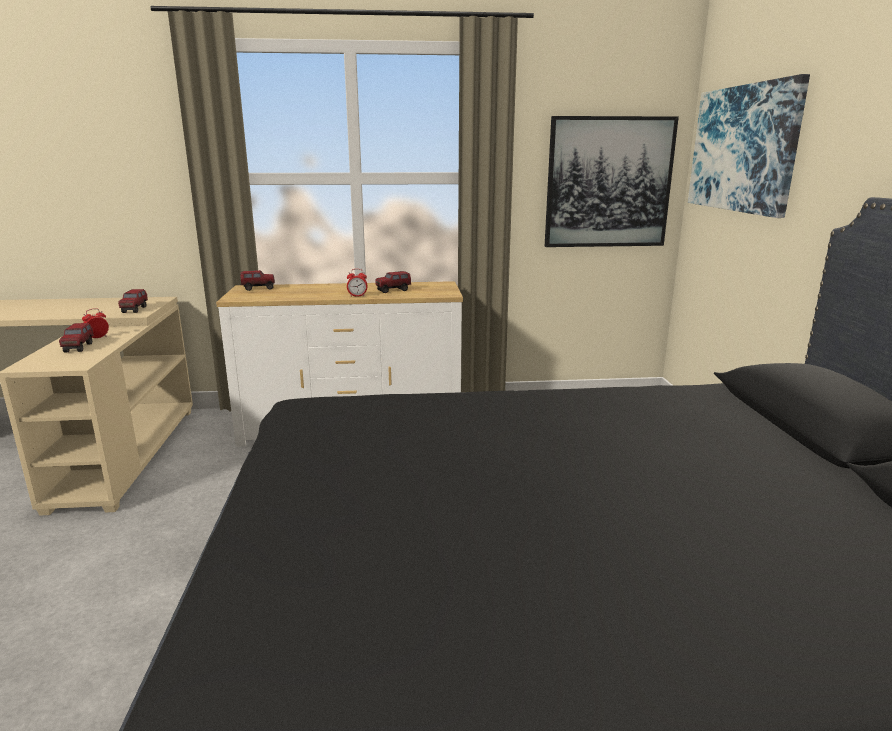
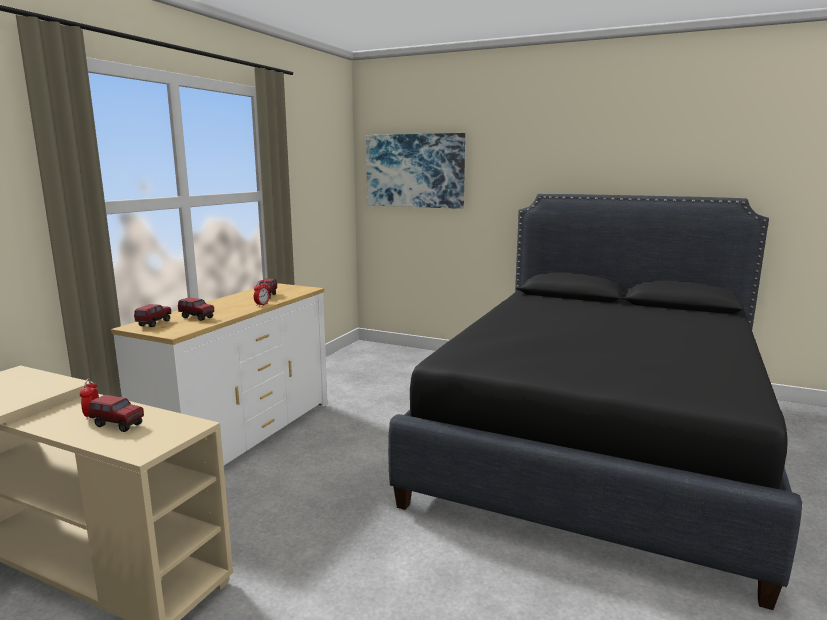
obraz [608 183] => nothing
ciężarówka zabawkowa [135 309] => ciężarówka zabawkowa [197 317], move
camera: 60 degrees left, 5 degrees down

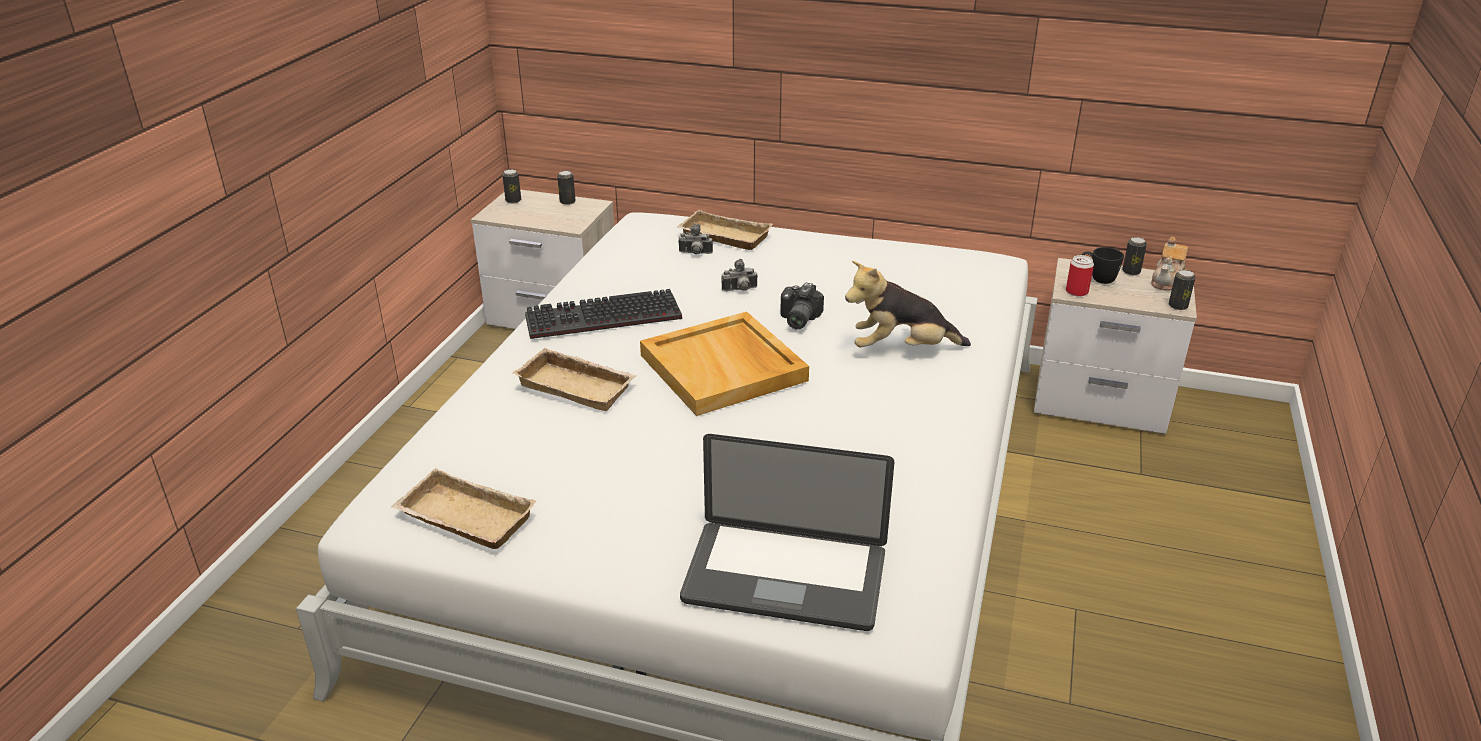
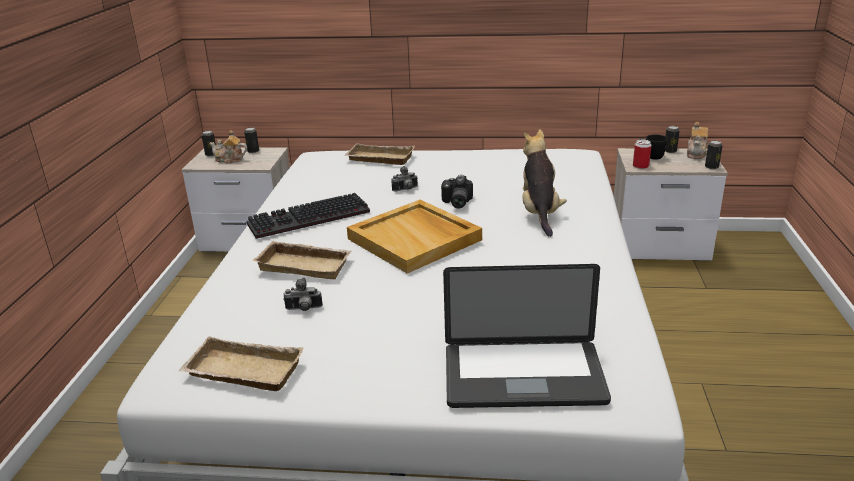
nothing => imbryk [229 160]
aparat fotograficzny [695 254] => aparat fotograficzny [303 309], move
pluszak [901 349] => pluszak [539 212], 105 degrees clockwise
camera: 10 degrees left, 5 degrees down

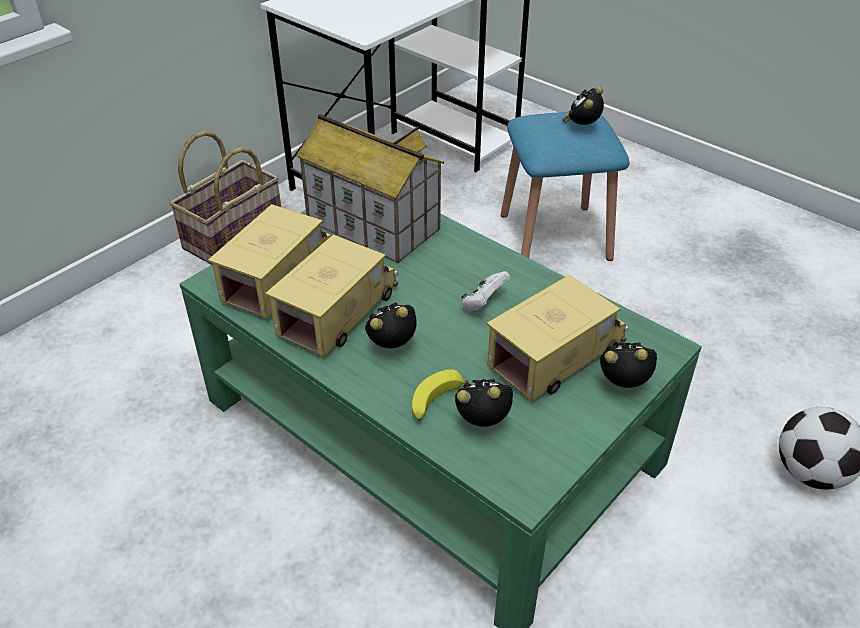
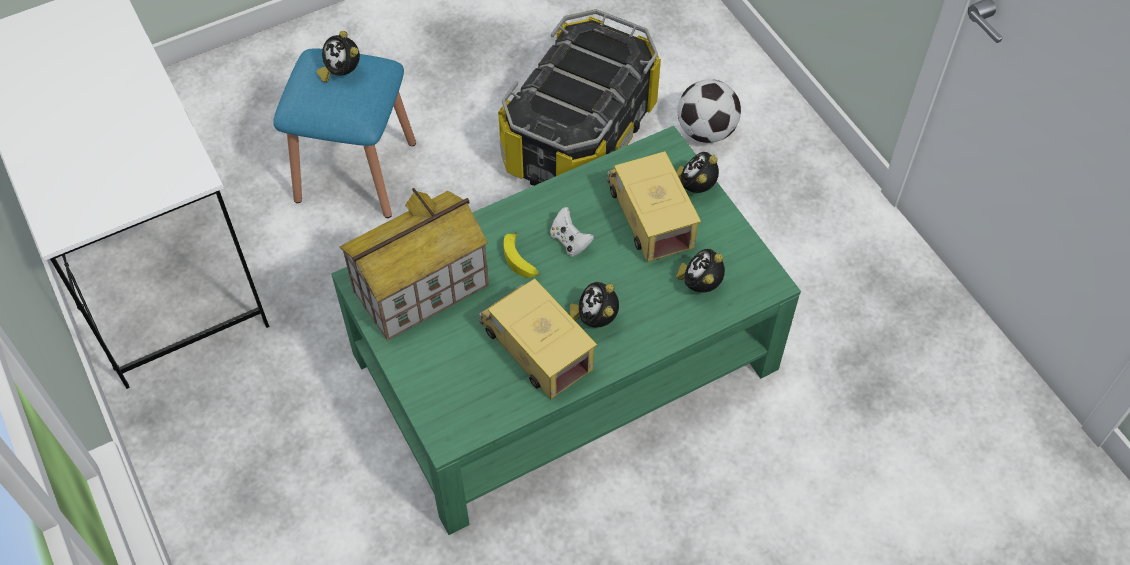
koszyk [233 235] => nothing
ciężarówka zabawkowa [279 279] => nothing
nothing => pojemnik do przechowywania [581 136]
banan [435 402] => banan [521 260], move
camera: 70 degrees left, 15 degrees up

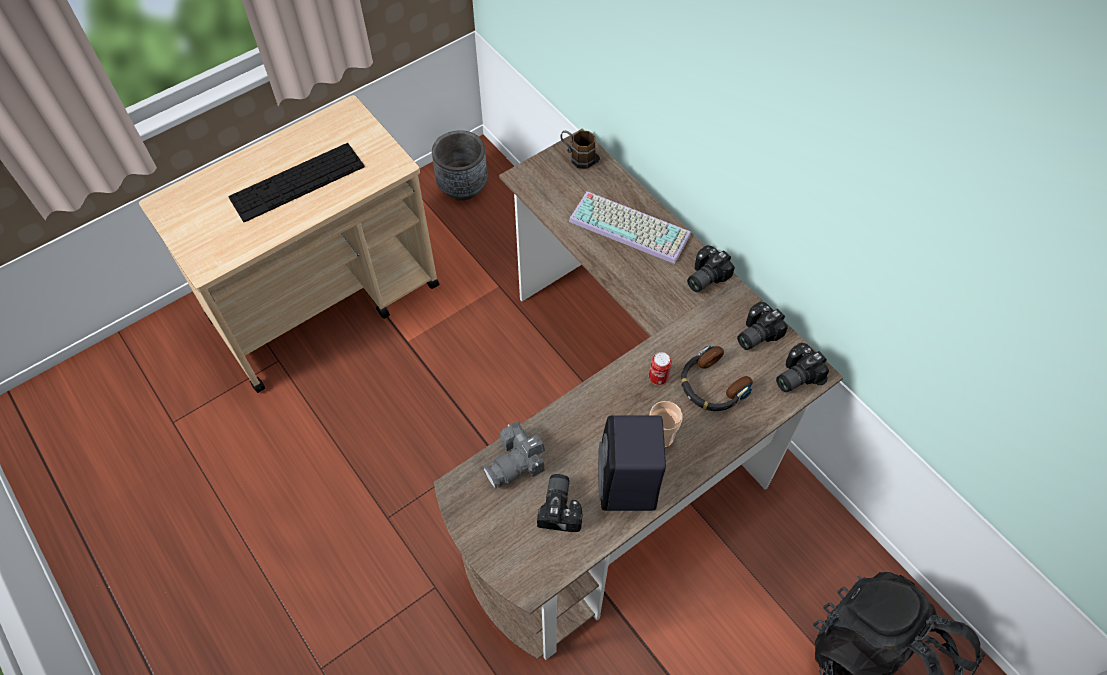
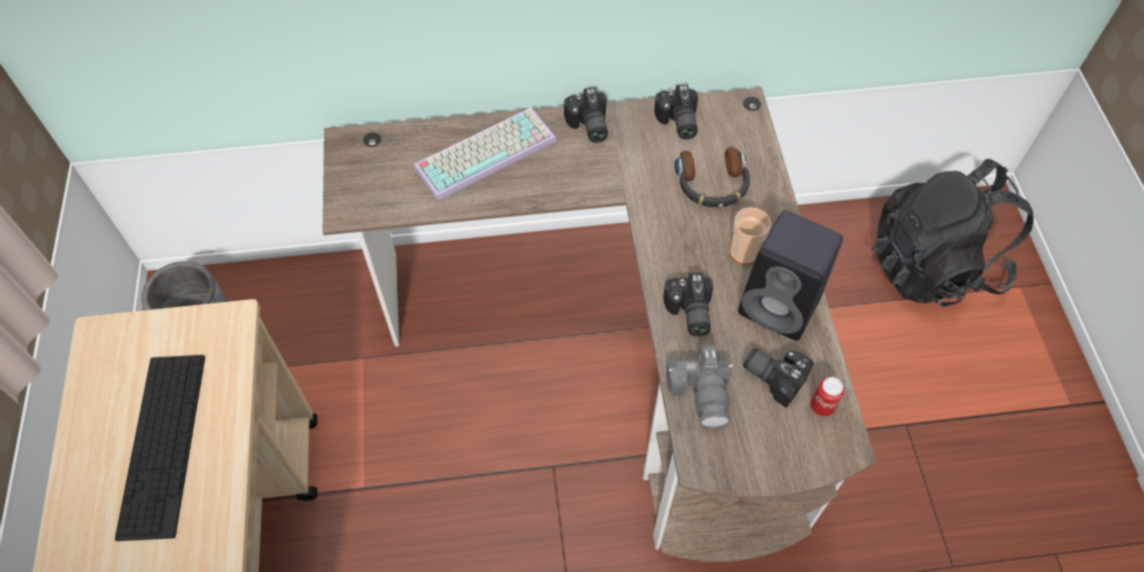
kubek [brązowy] [577 157] => nothing
puszka [658 377] => puszka [822 406], move
aparat fotograficzny [794 375] => aparat fotograficzny [688 313], move
camera: 60 degrees left, 0 degrees up

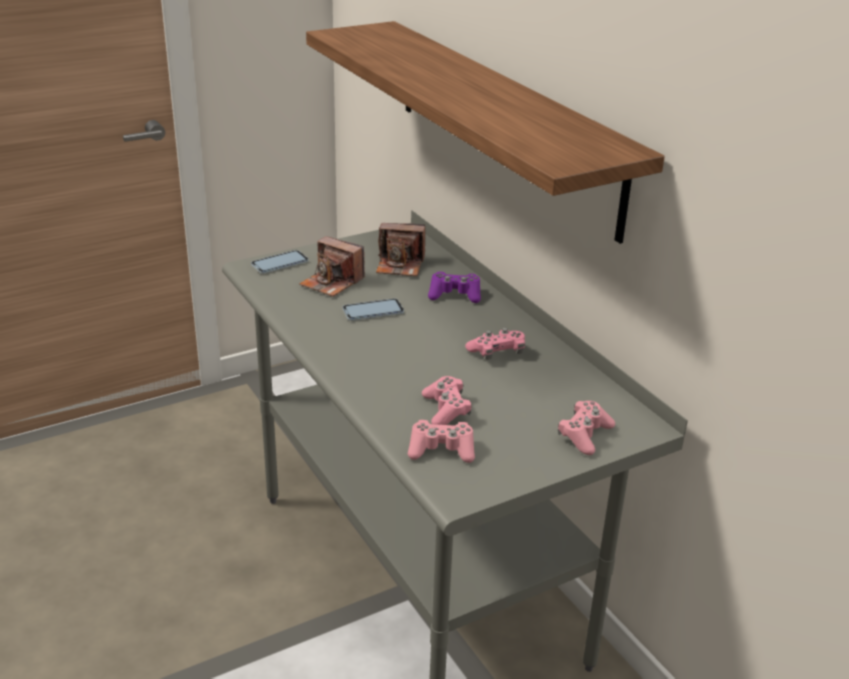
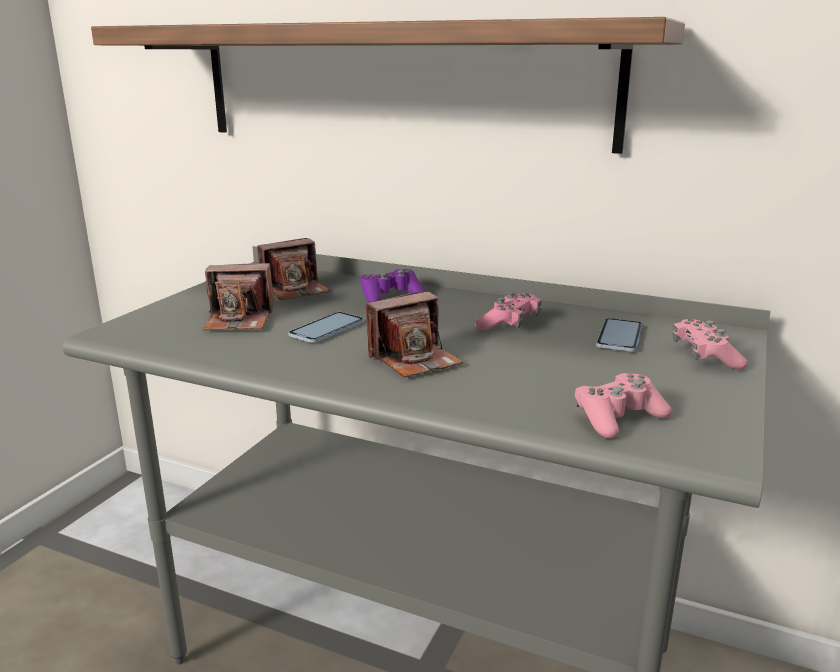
pad do gier [różowy] [446 410] => nothing
nothing => aparat fotograficzny [414 359]
telefon [280 263] => telefon [619 336], move
camera: 35 degrees left, 10 degrees down

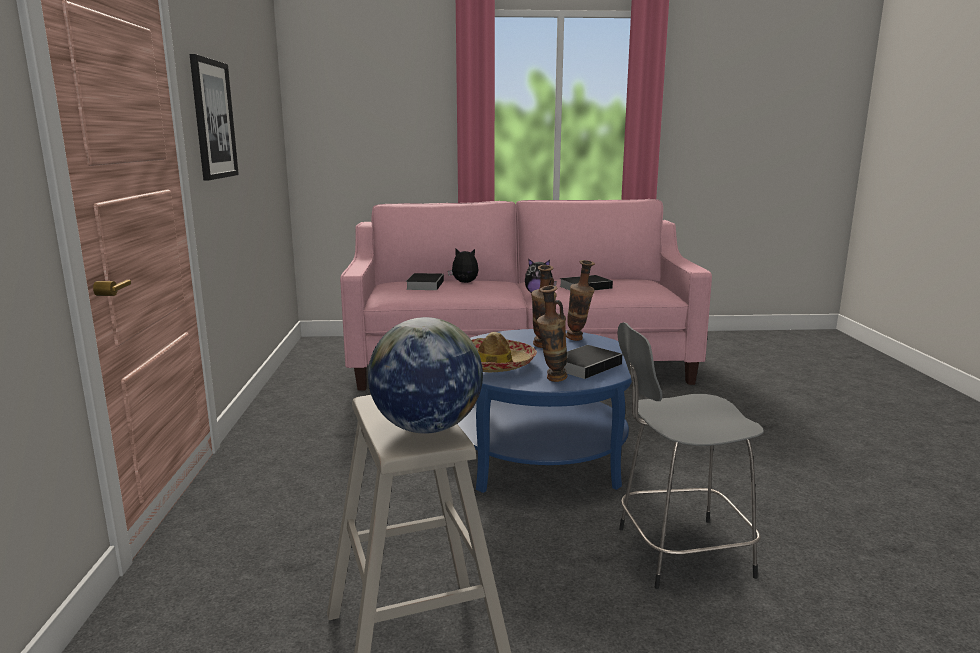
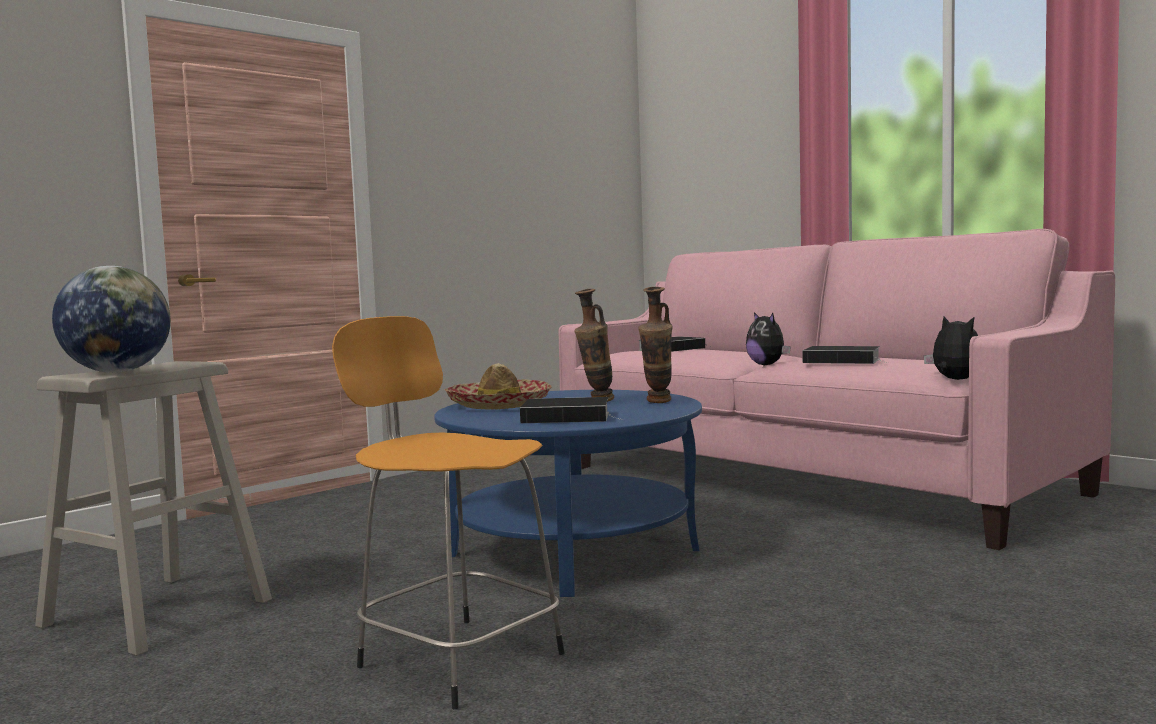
obraz [213 119] => nothing
wazon [551 380] => nothing
pluszak [464 283] => pluszak [954 380], move
stołek [szary] [678 552] => stołek [pomarańczowy] [456 658]
camera: 50 degrees right, 10 degrees down

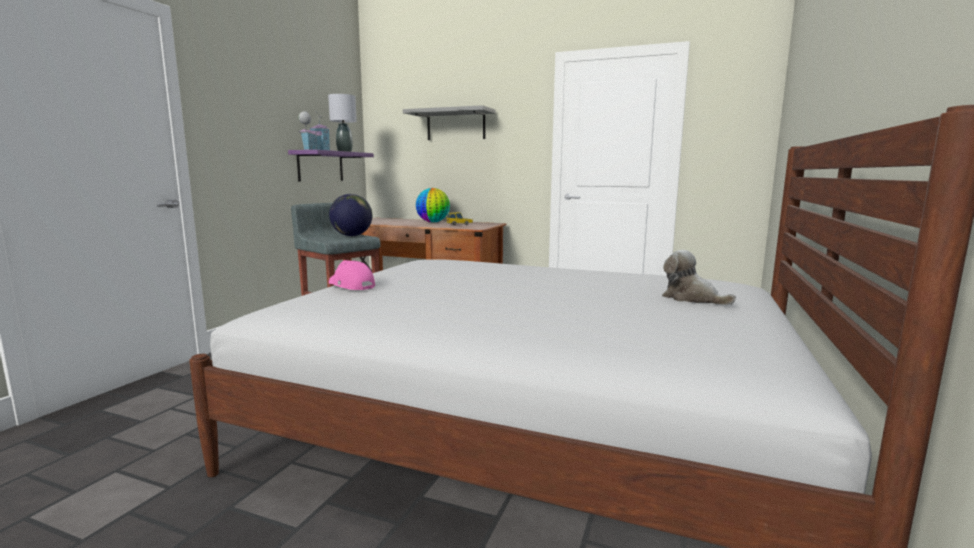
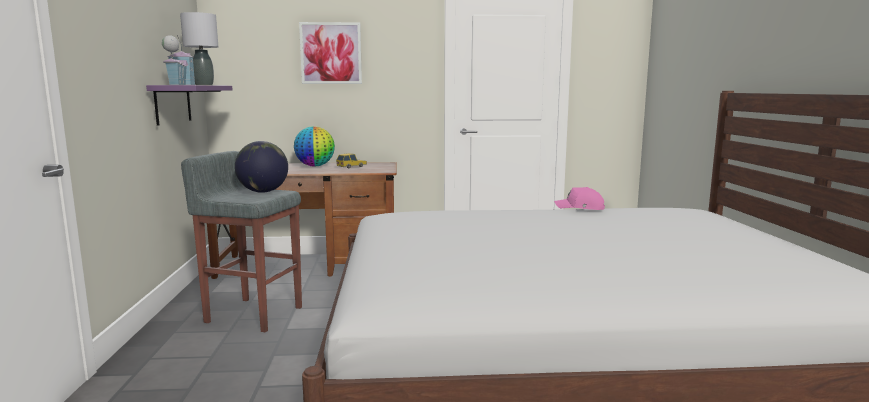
pluszak [691 298] => nothing
czapka z daszkiem [różowy] [351 285] => czapka z daszkiem [różowy] [580 207], move
półka [szary] [456 125] => obraz [331 53]
camera: 25 degrees left, 0 degrees up

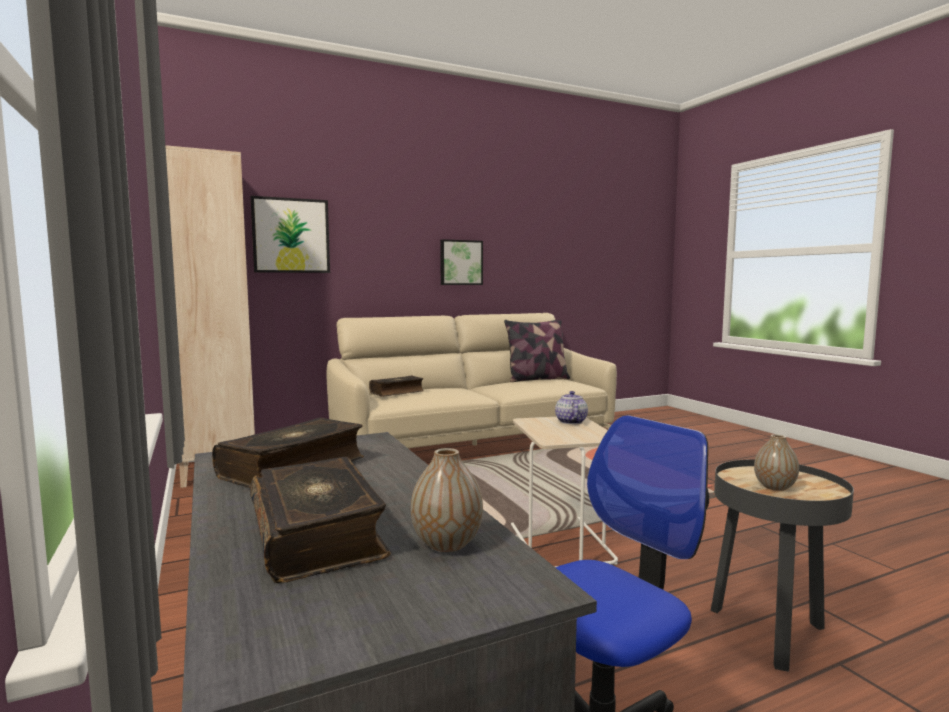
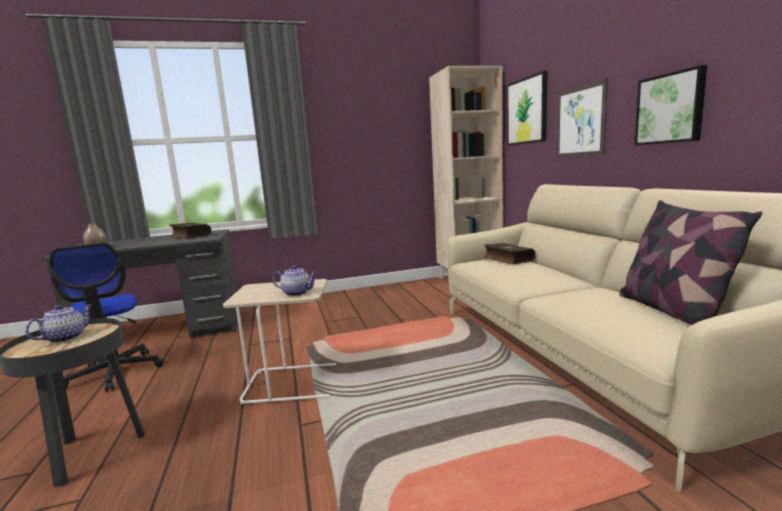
książka [318 534] => nothing
nothing => obraz [580 121]
wazon [774 487] => imbryk [66 337]
camera: 100 degrees right, 5 degrees up

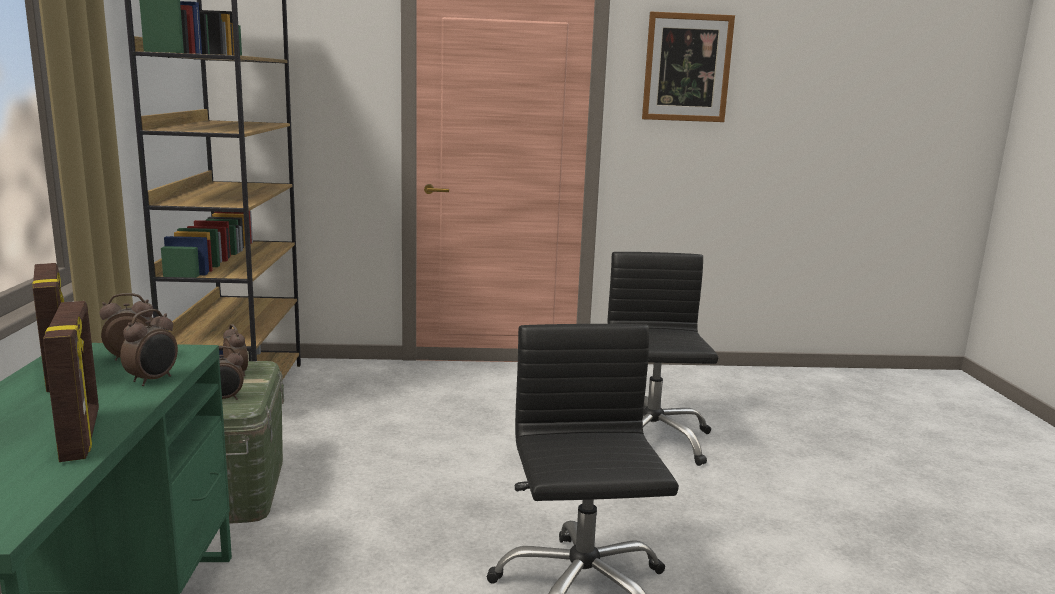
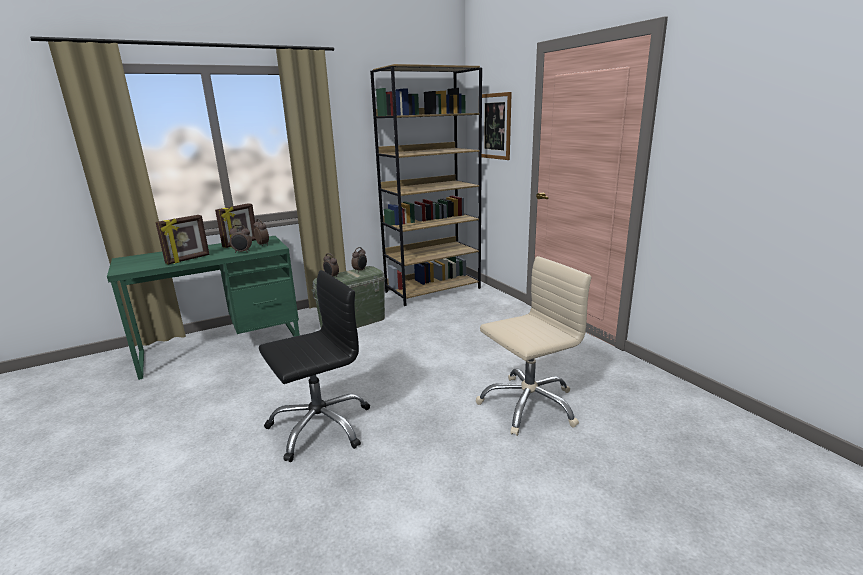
obraz [687 68] => obraz [494 126], move
krzesło biurowe [czarny] [650 439] => krzesło biurowe [beżowy] [528 405]
camera: 65 degrees right, 5 degrees up

